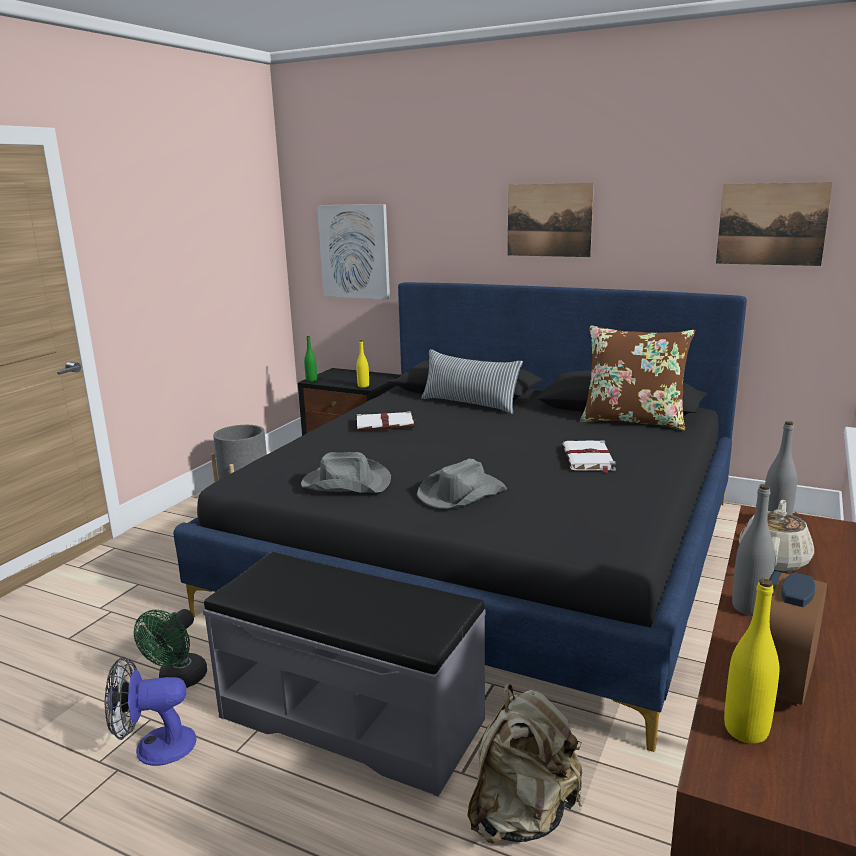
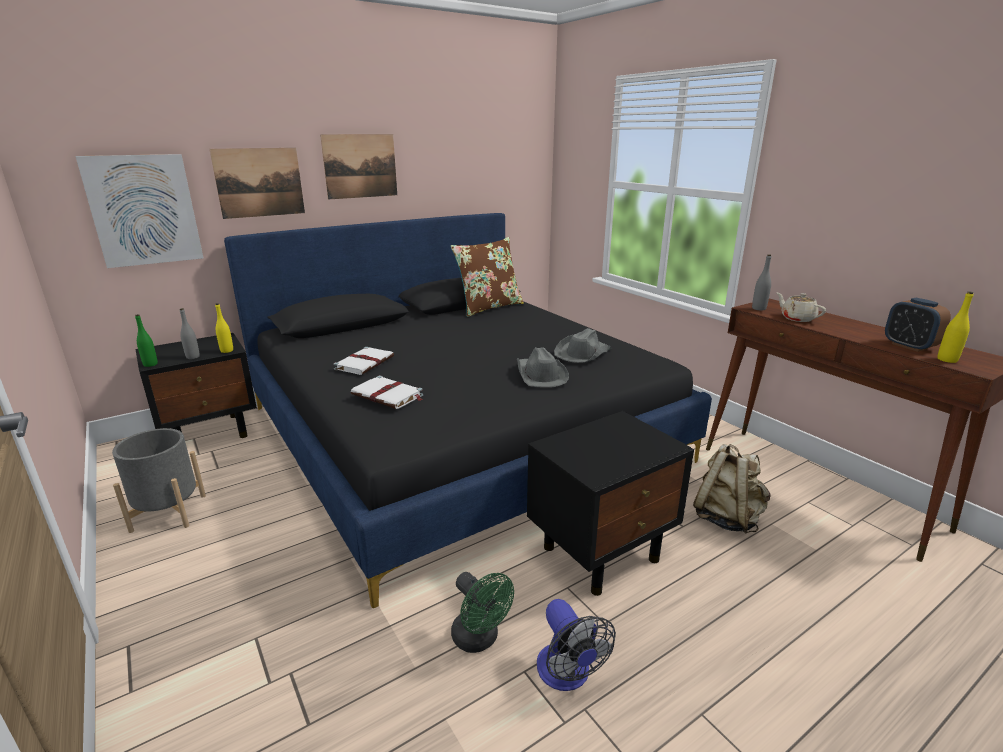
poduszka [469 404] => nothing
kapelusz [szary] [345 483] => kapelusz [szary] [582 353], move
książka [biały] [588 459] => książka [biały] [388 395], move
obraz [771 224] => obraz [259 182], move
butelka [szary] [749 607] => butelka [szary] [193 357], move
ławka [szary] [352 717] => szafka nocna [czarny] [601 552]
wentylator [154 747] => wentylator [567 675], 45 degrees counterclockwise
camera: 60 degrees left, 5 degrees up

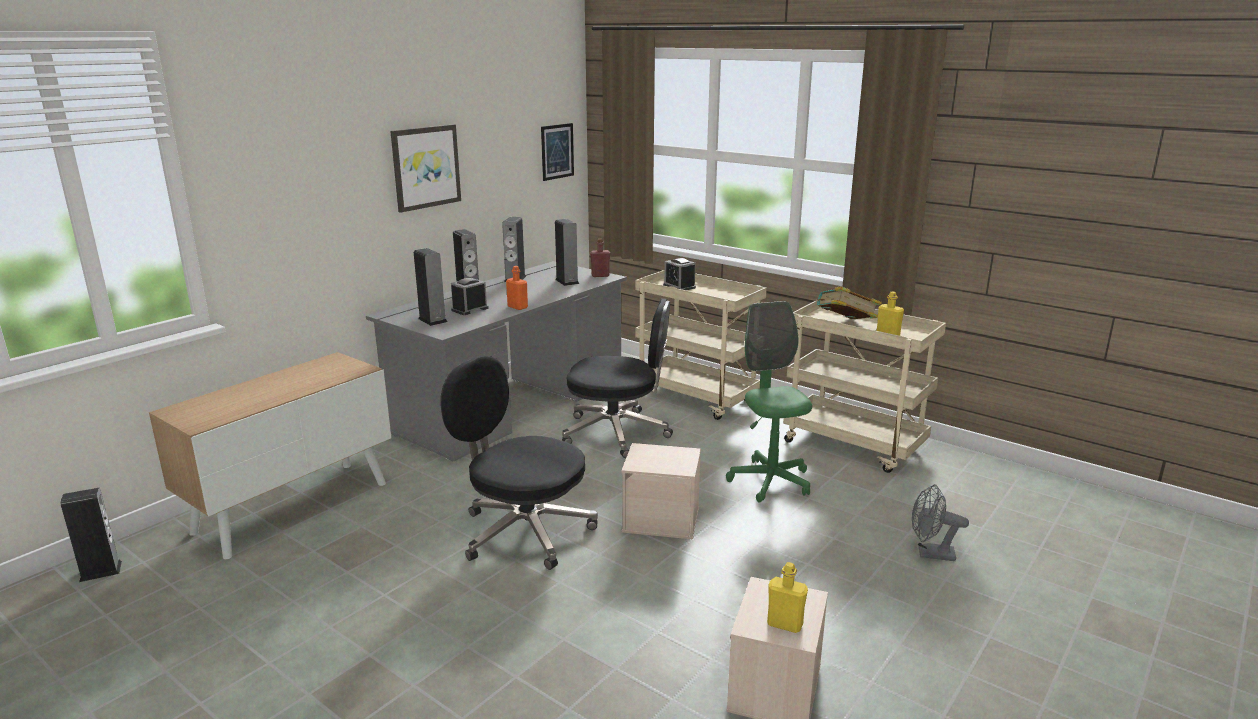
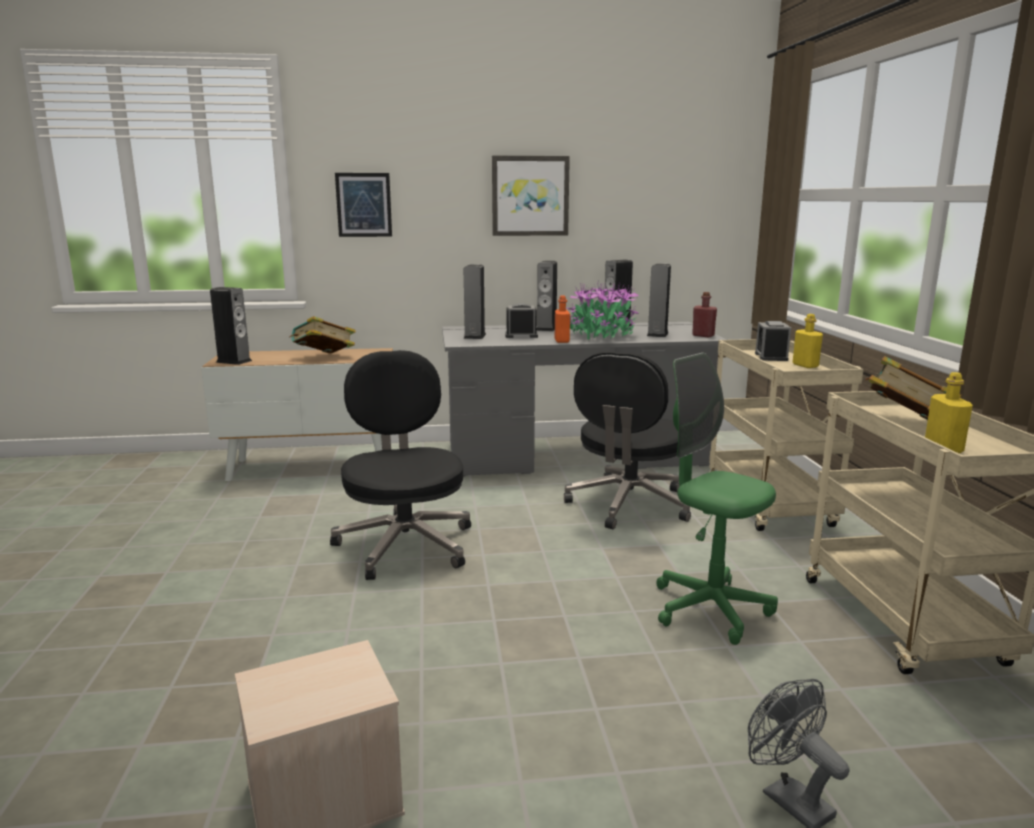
pojemnik do przechowywania [beżowy] [662 519] => nothing
nothing => książka [324 357]
nothing => roślina doniczkowa [600 335]
głośnik [100 571] => głośnik [234 361], move
obraz [557 151] => obraz [364 205], move
butelka [żółty] [785 624] => butelka [żółty] [805 365], move
krzesło biurowe [czarny] [618 433] => krzesło biurowe [czarny] [628 505], 60 degrees clockwise
krzesło biurowe [zielony] [770 481] => krzesło biurowe [zielony] [710 609], 75 degrees counterclockwise
camera: 45 degrees right, 5 degrees down

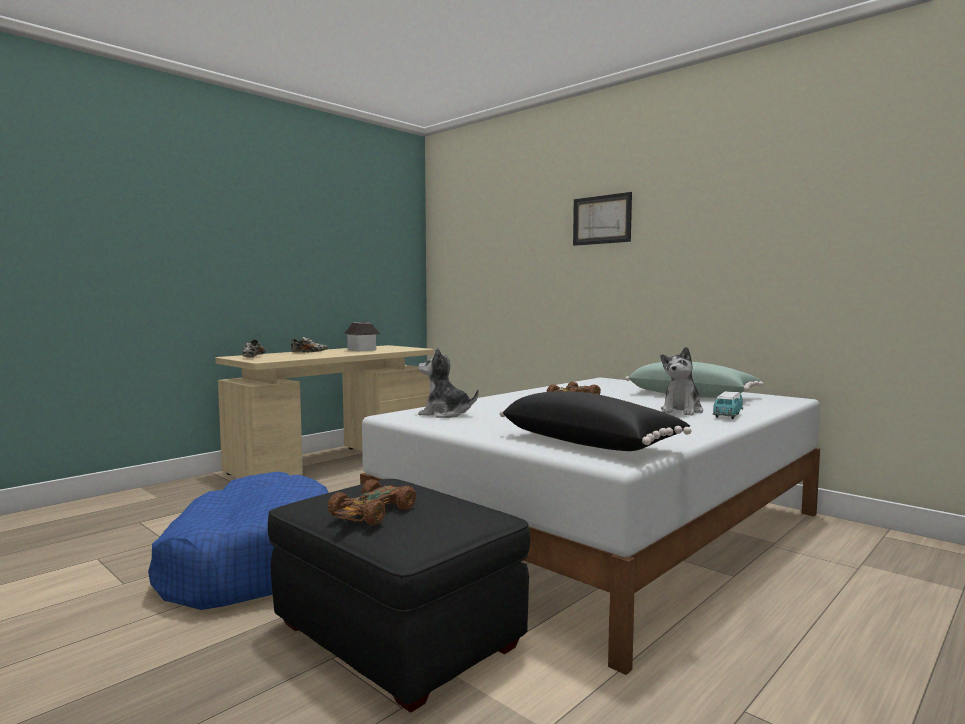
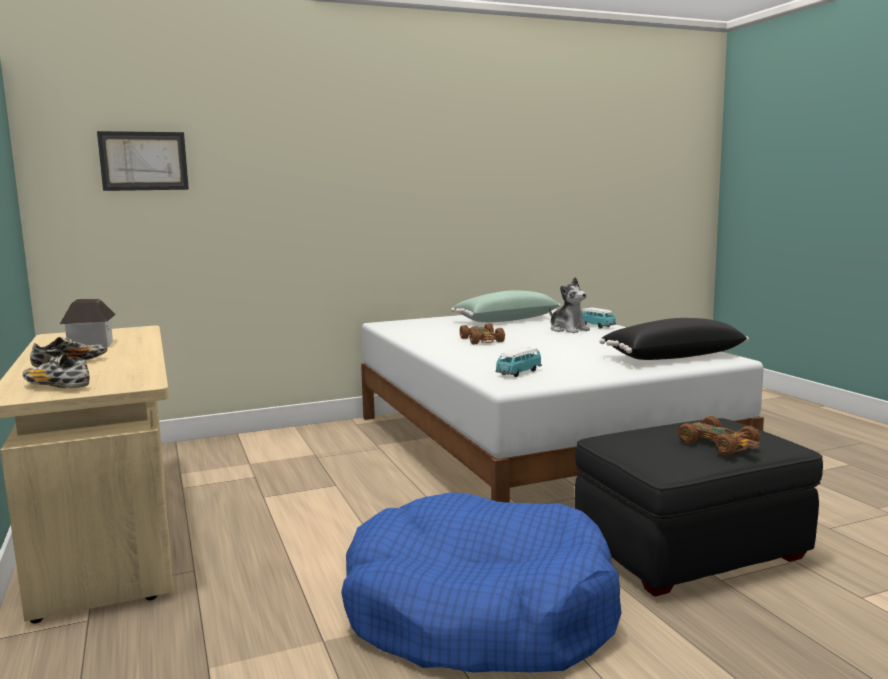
obraz [602 219] => obraz [144 161], move
pluszak [445 414] => samochodzik [519 373]
camera: 65 degrees left, 5 degrees up

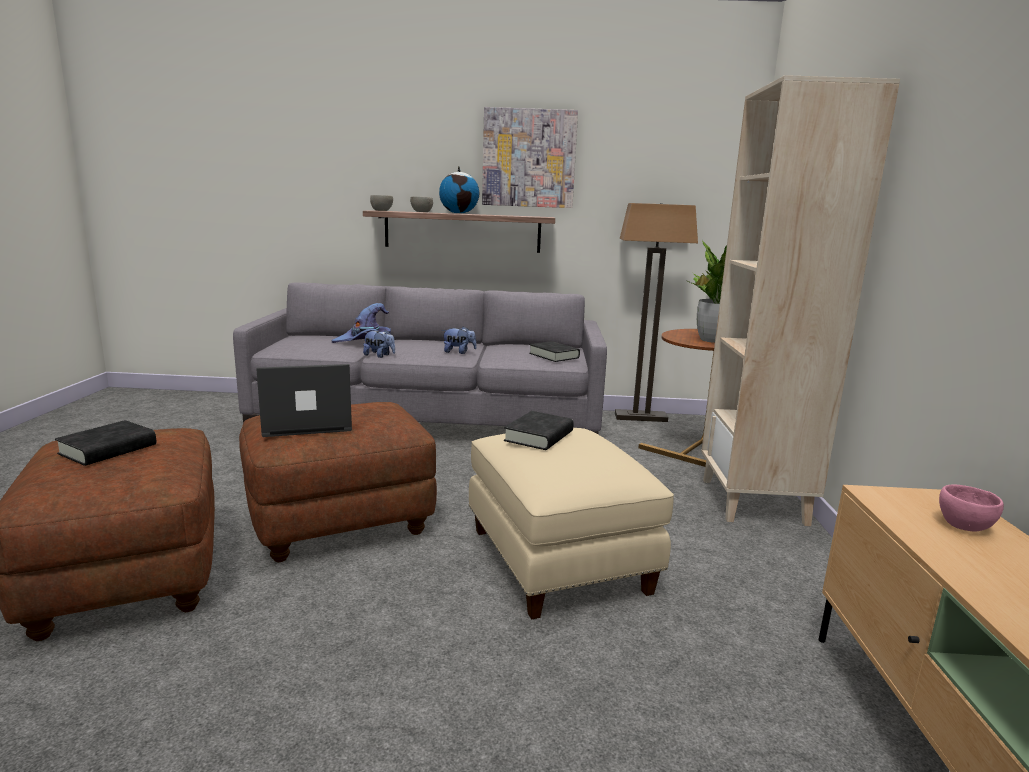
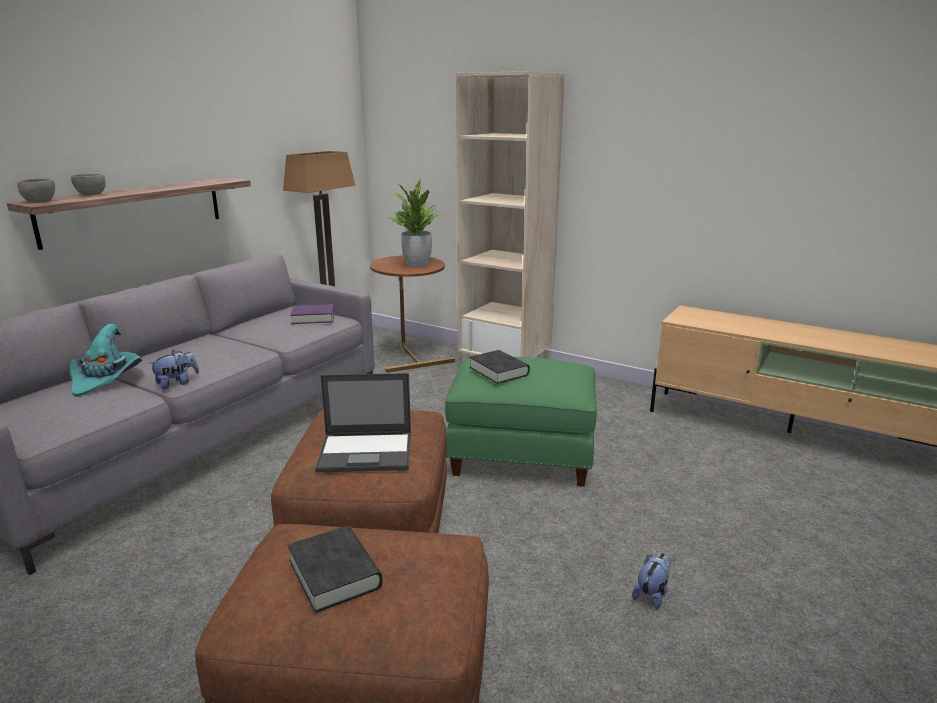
globus [459 213] => nothing
obraz [529 158] => nothing
miska [różowy] [965 526] => nothing
pluszak [459 352] => pluszak [652 594], move
kapelusz [fioletowy] [364 341] => kapelusz [turkusowy] [106 379]
pufa [beżowy] [560 560] => pufa [zielony] [522 455]
książka [czarny] [554 355] => książka [fioletowy] [313 318]
laptop [306 423] => laptop [367 452], 105 degrees counterclockwise
camera: 60 degrees left, 5 degrees up

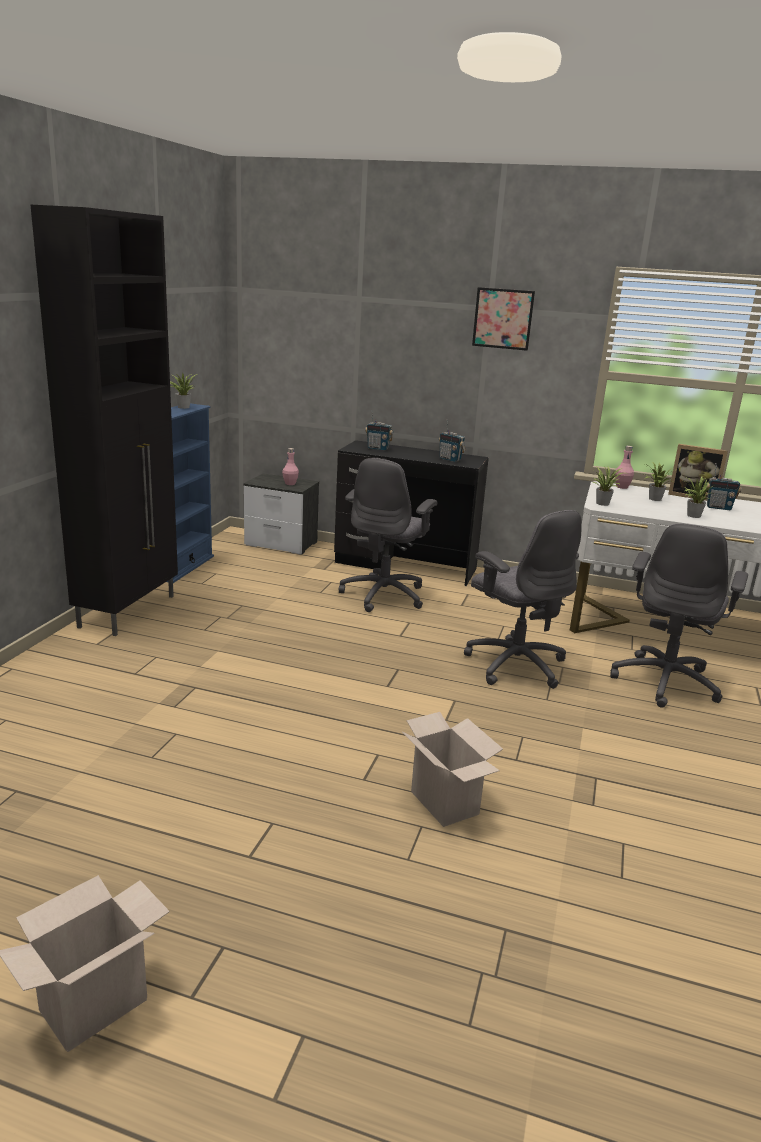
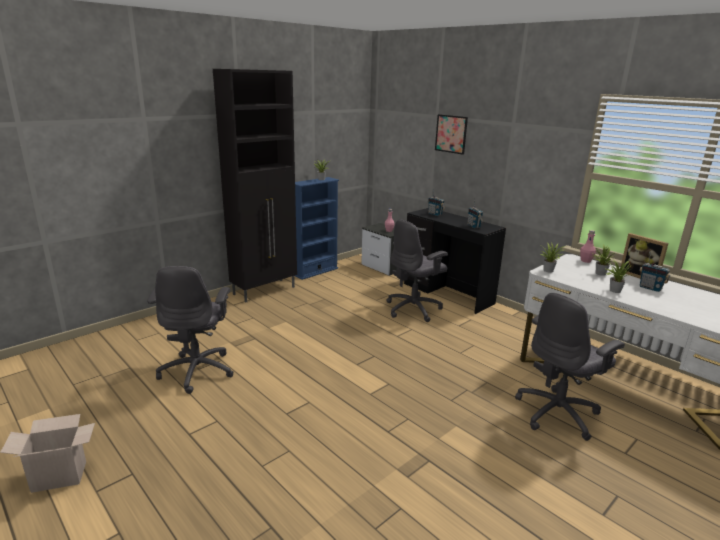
karton [447 803] => nothing
krzesło biurowe [szary] [515 664] => krzesło biurowe [szary] [198 370], move
obraz [503 318] => obraz [451 134], move
camera: 30 degrees right, 0 degrees up

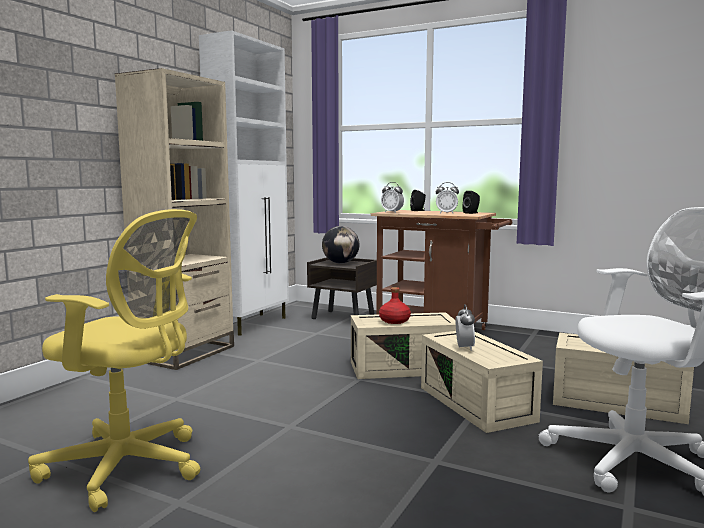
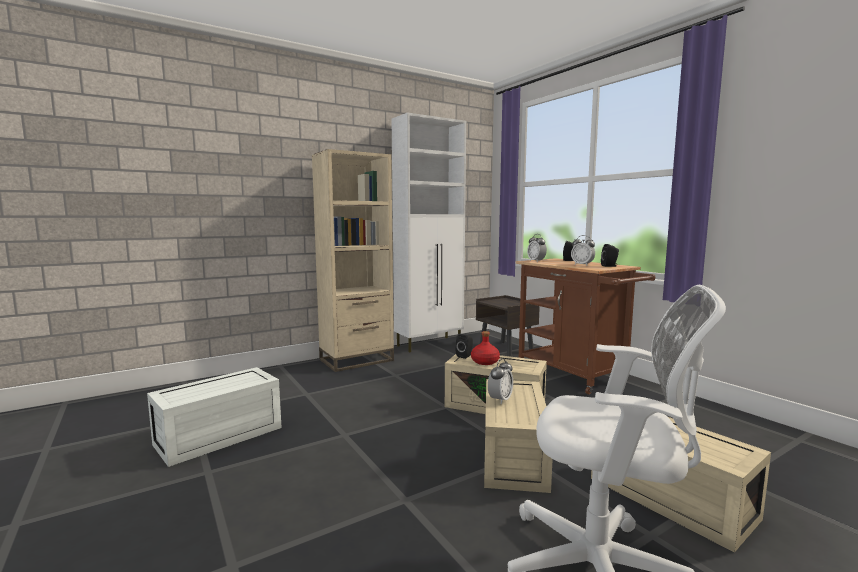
globus [340 263] => nothing
nothing => głośnik [czarny] [465 356]
krzesło biurowe [żółty] [129 467] => pojemnik do przechowywania [biały] [218 437]
camera: 30 degrees right, 0 degrees up

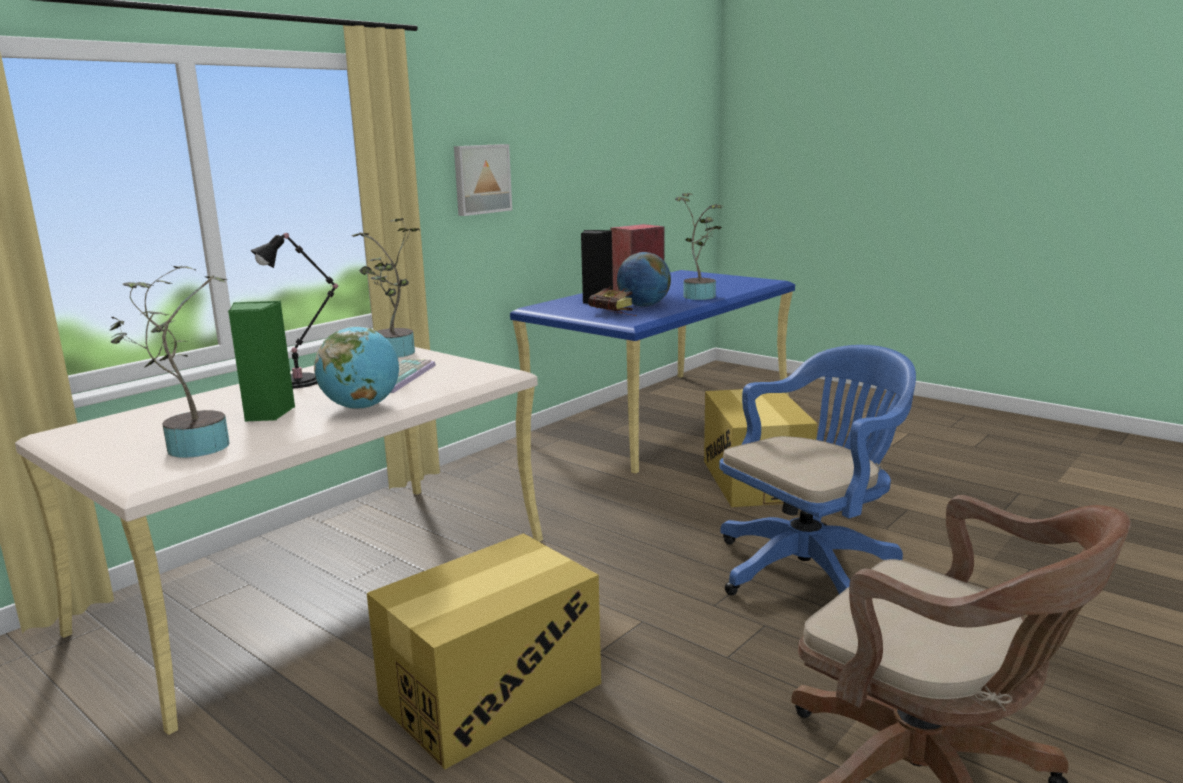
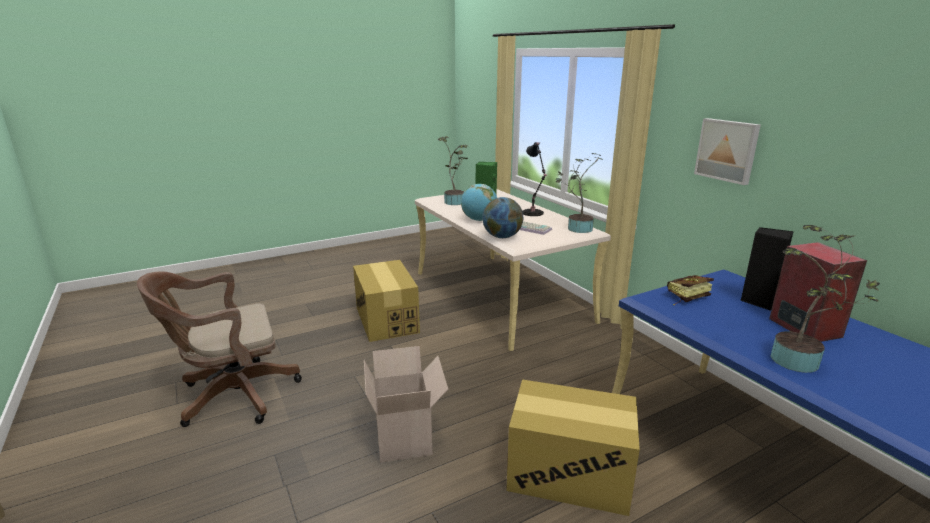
globus [644 306] => globus [502 237], move
krzesło biurowe [niebieski] [811 568] => karton [406 439]
camera: 110 degrees right, 5 degrees up

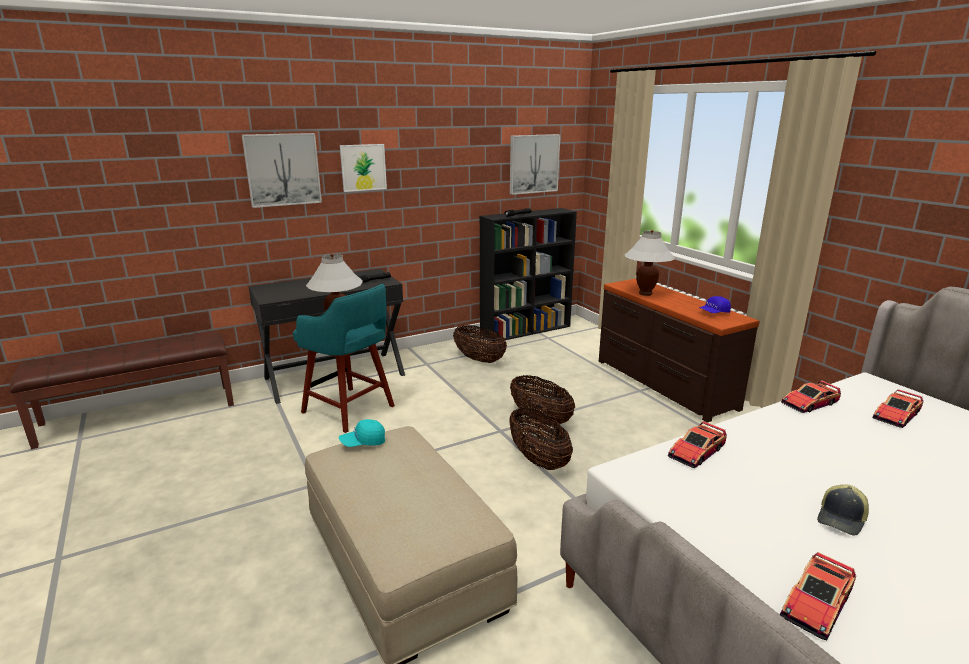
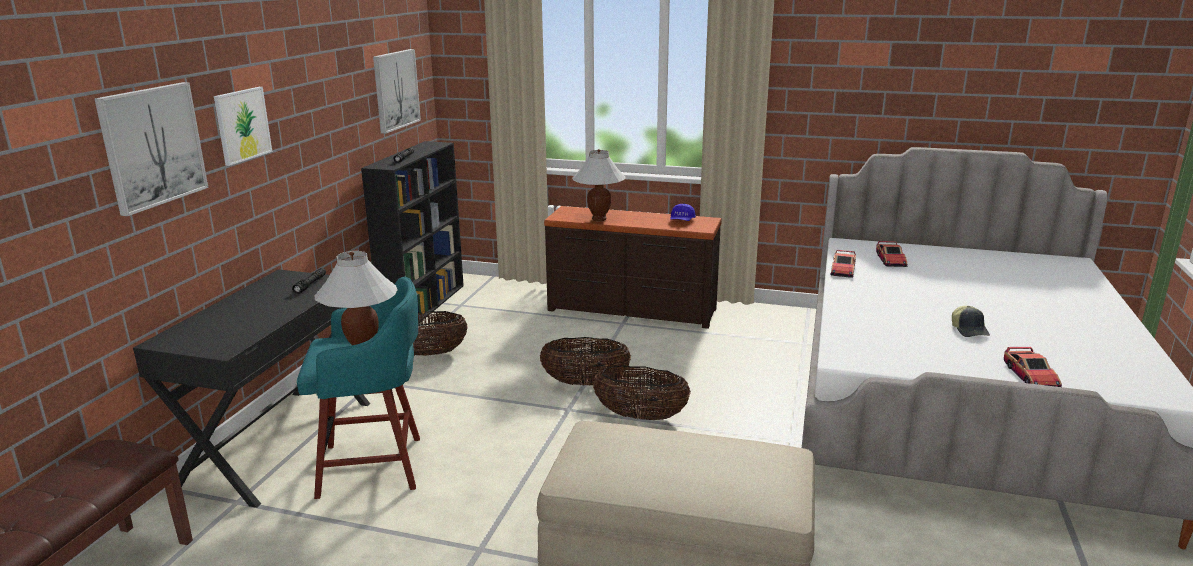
czapka z daszkiem [turkusowy] [363 442] => nothing
samochodzik [696 452] => nothing
camera: 45 degrees left, 0 degrees up

